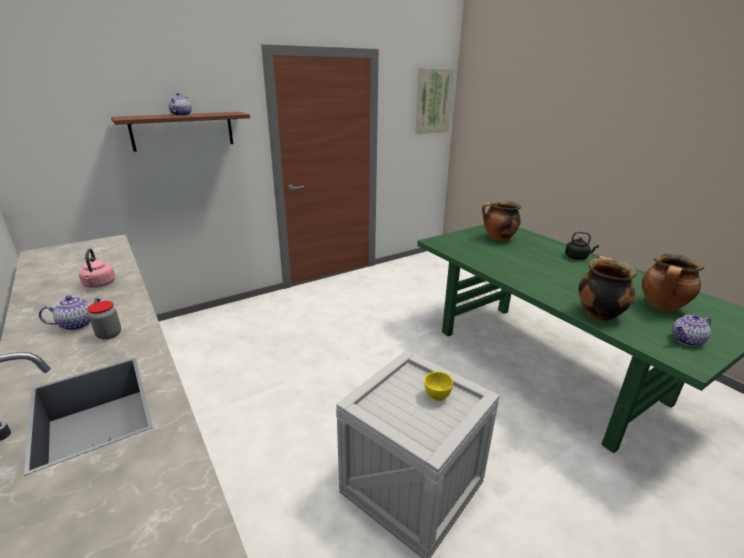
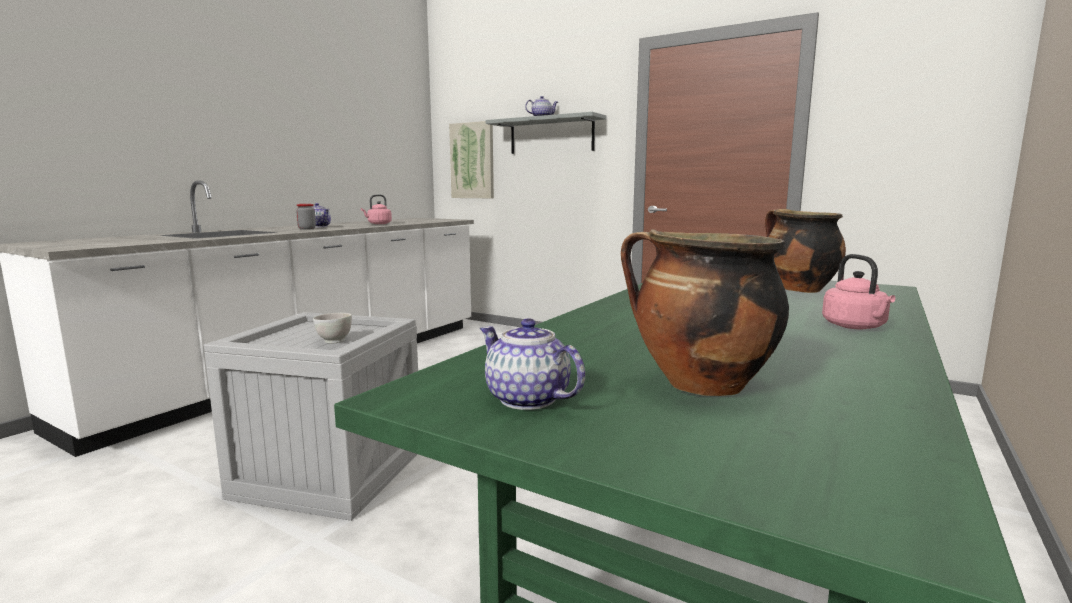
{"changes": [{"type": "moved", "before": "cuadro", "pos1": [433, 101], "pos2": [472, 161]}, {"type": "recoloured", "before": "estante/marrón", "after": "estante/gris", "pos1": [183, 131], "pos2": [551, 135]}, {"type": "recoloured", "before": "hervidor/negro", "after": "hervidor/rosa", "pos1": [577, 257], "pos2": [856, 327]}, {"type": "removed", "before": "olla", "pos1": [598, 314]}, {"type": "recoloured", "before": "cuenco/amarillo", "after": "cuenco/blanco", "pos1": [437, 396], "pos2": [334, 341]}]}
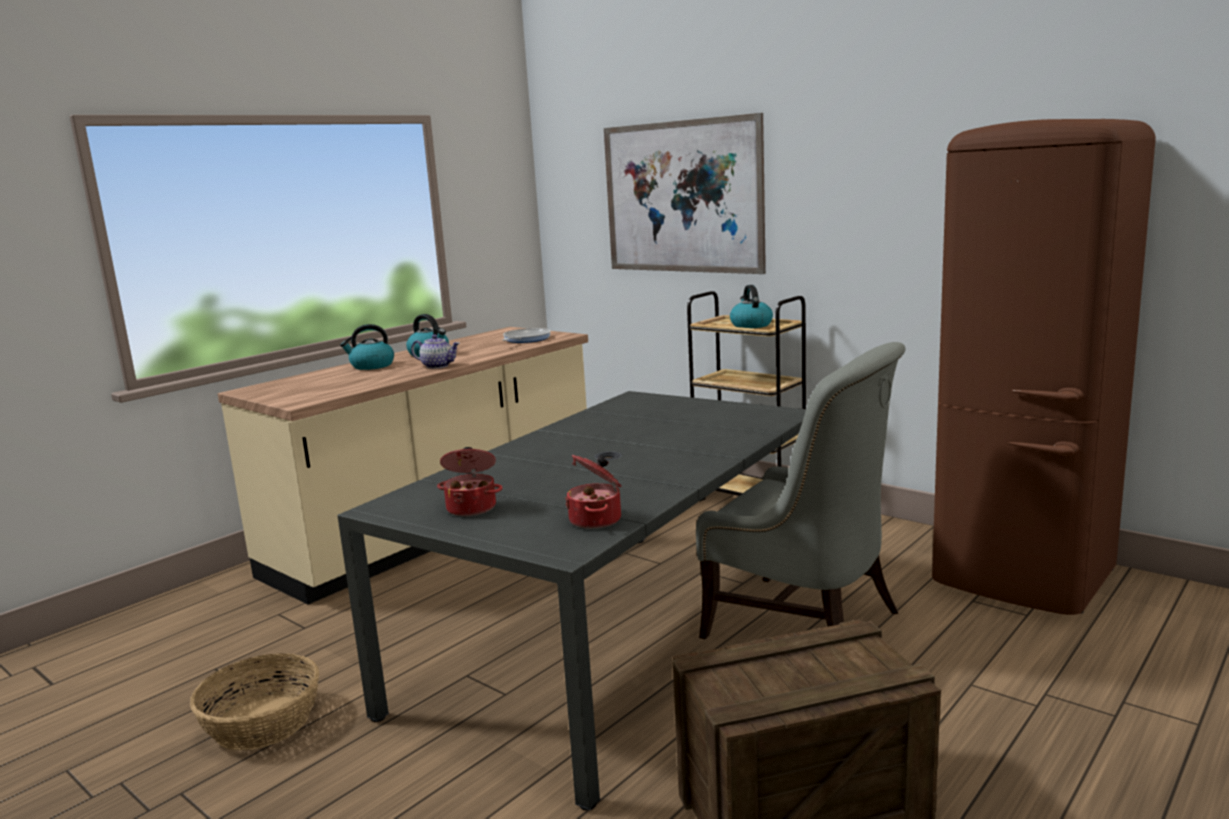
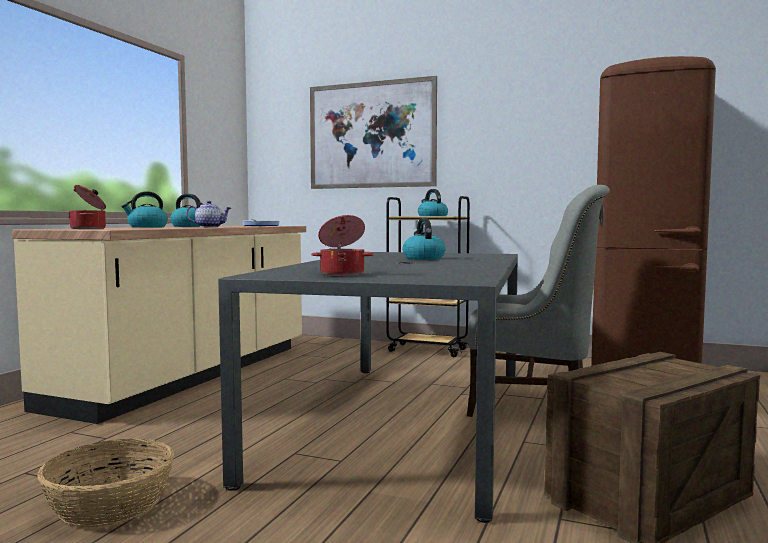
{"changes": [{"type": "moved", "before": "olla", "pos1": [597, 520], "pos2": [89, 228]}, {"type": "added", "after": "hervidor", "pos2": [423, 258]}]}
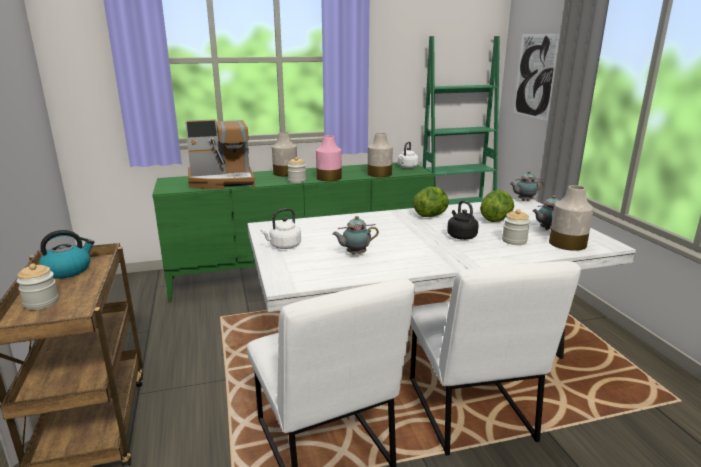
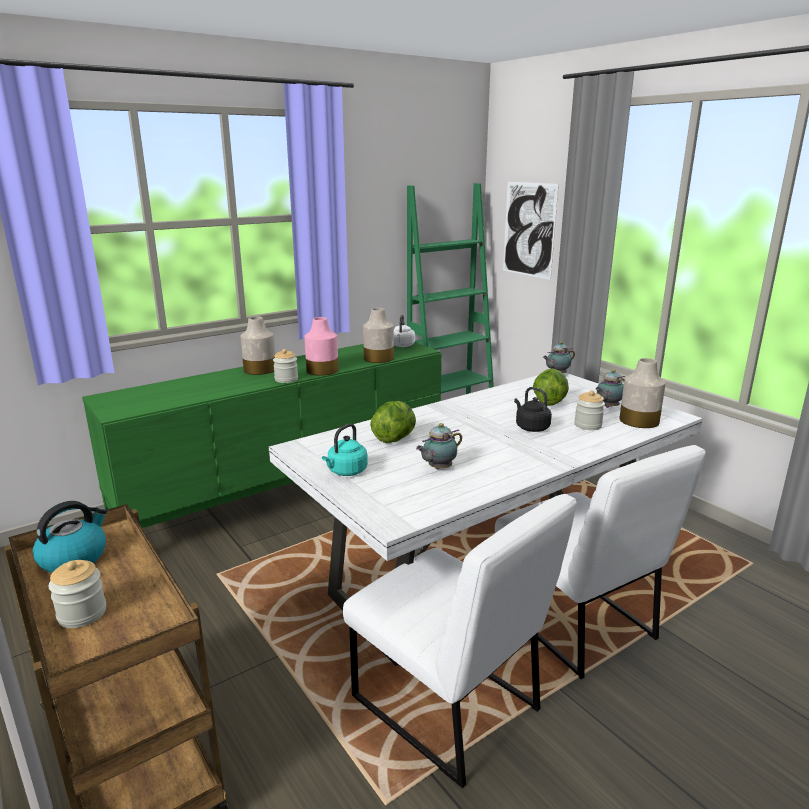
{"changes": [{"type": "removed", "before": "cafetera", "pos1": [222, 181]}, {"type": "moved", "before": "lechuga", "pos1": [431, 215], "pos2": [395, 439]}, {"type": "recoloured", "before": "hervidor/blanco", "after": "hervidor/turquesa", "pos1": [284, 246], "pos2": [346, 472]}]}
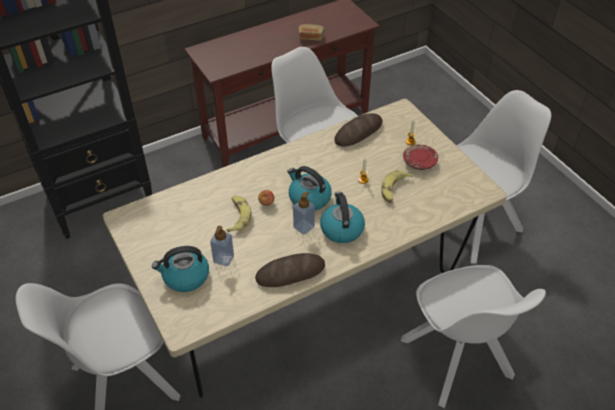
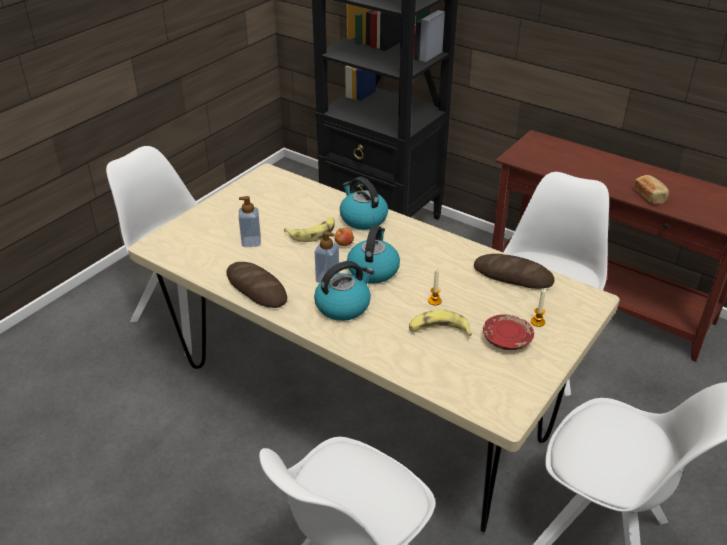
{"changes": [{"type": "moved", "before": "hervidor", "pos1": [185, 277], "pos2": [362, 218]}]}
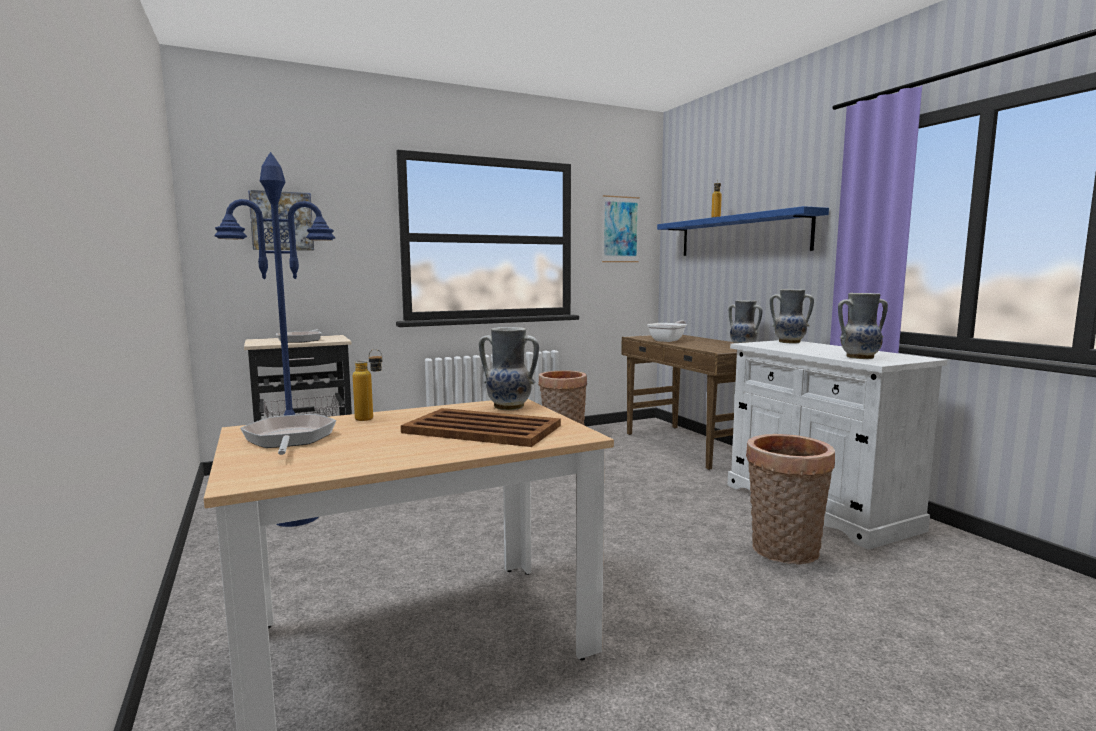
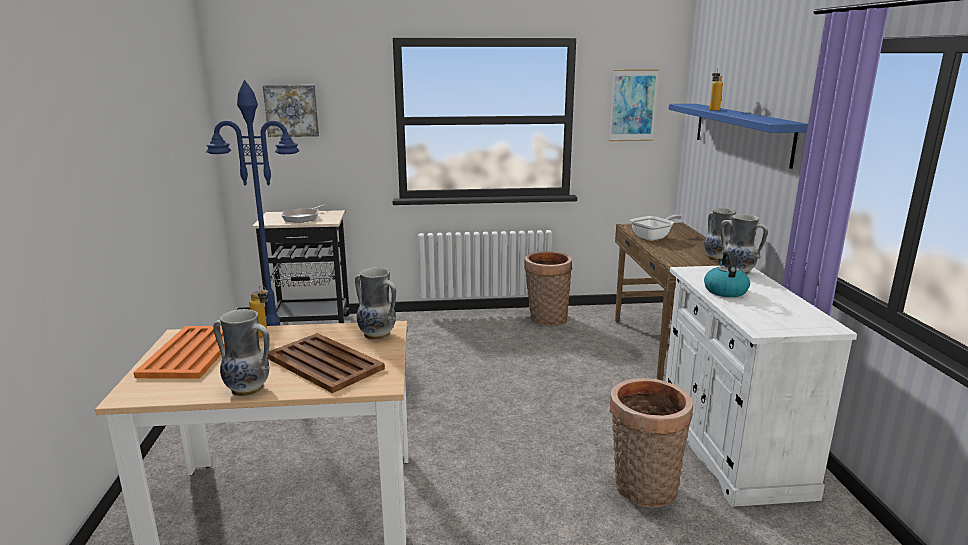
{"changes": [{"type": "moved", "before": "florero", "pos1": [859, 357], "pos2": [248, 388]}, {"type": "replaced", "before": "sartén", "after": "bandeja/naranja", "pos1": [289, 439], "pos2": [191, 353]}, {"type": "added", "after": "hervidor", "pos2": [725, 291]}]}
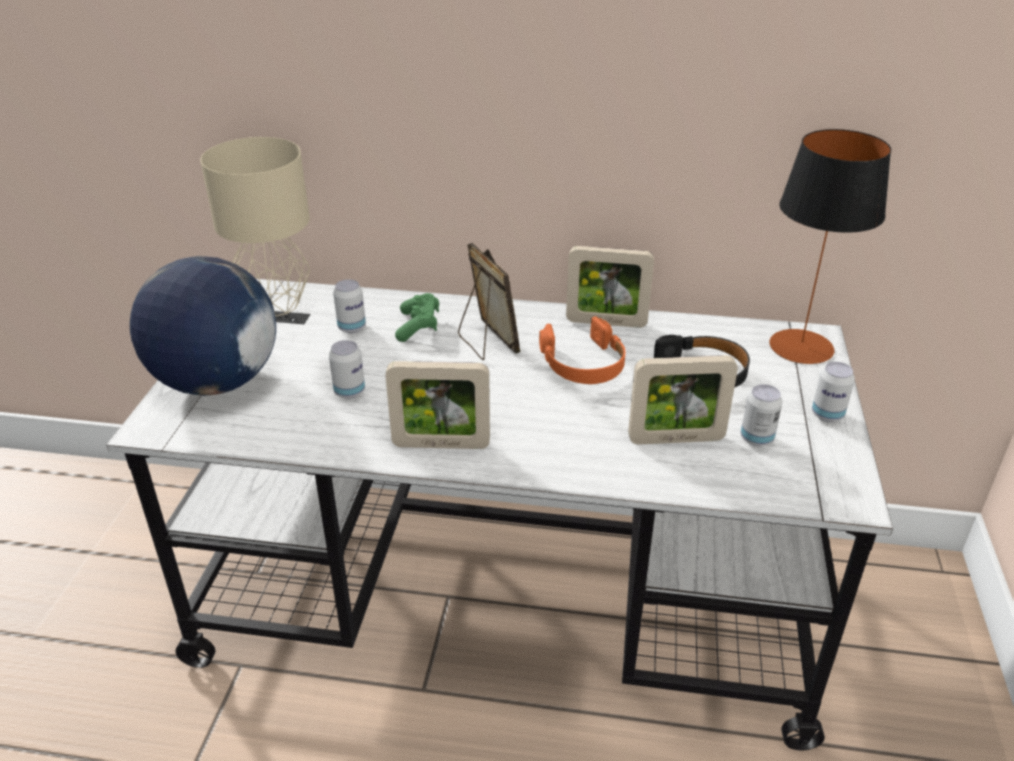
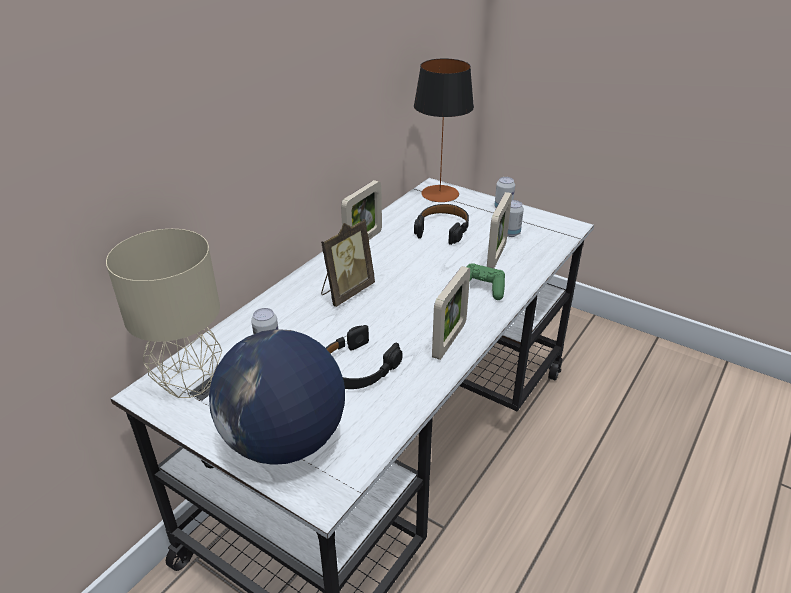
{"changes": [{"type": "turned", "before": "portarretratos", "pos1": [486, 343], "pos2": [346, 292], "turn": 135}, {"type": "moved", "before": "mando de consola/verde", "pos1": [418, 326], "pos2": [482, 288]}, {"type": "removed", "before": "auriculares/naranja", "pos1": [583, 363]}, {"type": "replaced", "before": "lata", "after": "auriculares/negro", "pos1": [349, 392], "pos2": [357, 368]}]}
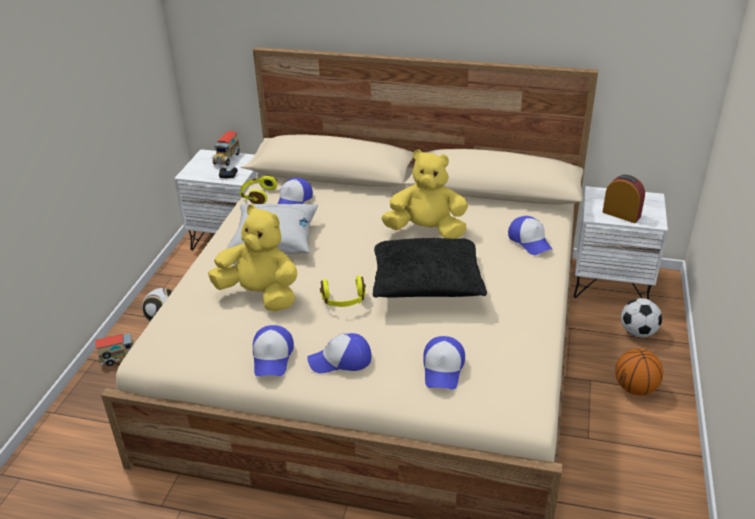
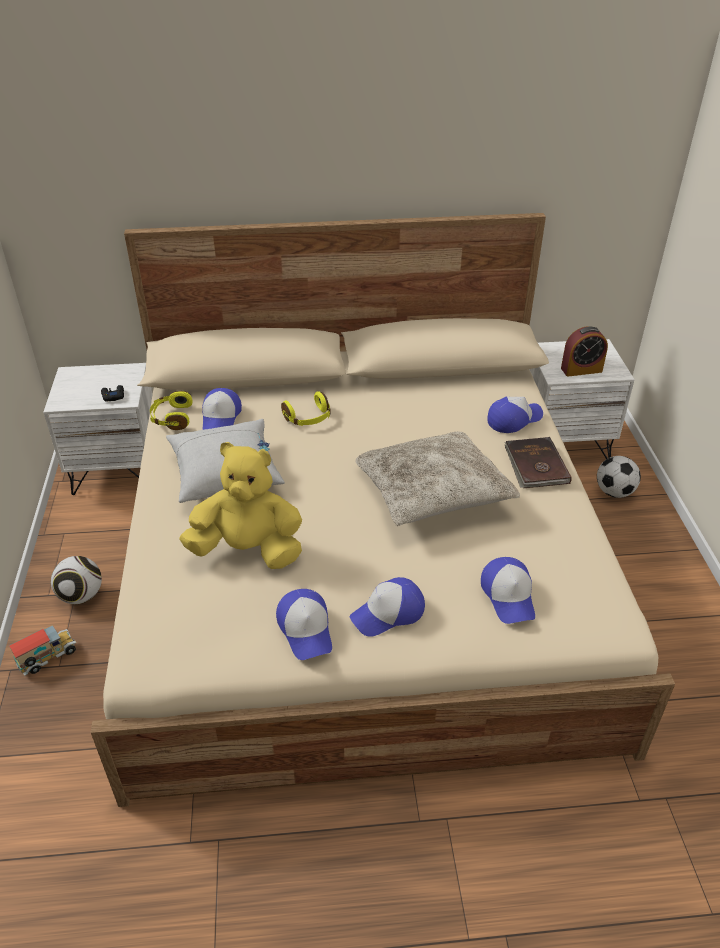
{"changes": [{"type": "removed", "before": "camión de juguete", "pos1": [226, 159]}, {"type": "removed", "before": "peluche/amarillo", "pos1": [426, 231]}, {"type": "turned", "before": "despertador", "pos1": [621, 214], "pos2": [581, 370], "turn": 150}, {"type": "turned", "before": "gorra", "pos1": [530, 241], "pos2": [514, 419], "turn": -75}, {"type": "recoloured", "before": "cojín/negro", "after": "cojín/beis", "pos1": [427, 283], "pos2": [432, 493]}, {"type": "moved", "before": "auriculares/amarillo", "pos1": [343, 300], "pos2": [308, 418]}, {"type": "removed", "before": "balón de baloncesto", "pos1": [635, 388]}, {"type": "added", "after": "libro/marrón", "pos2": [535, 466]}]}
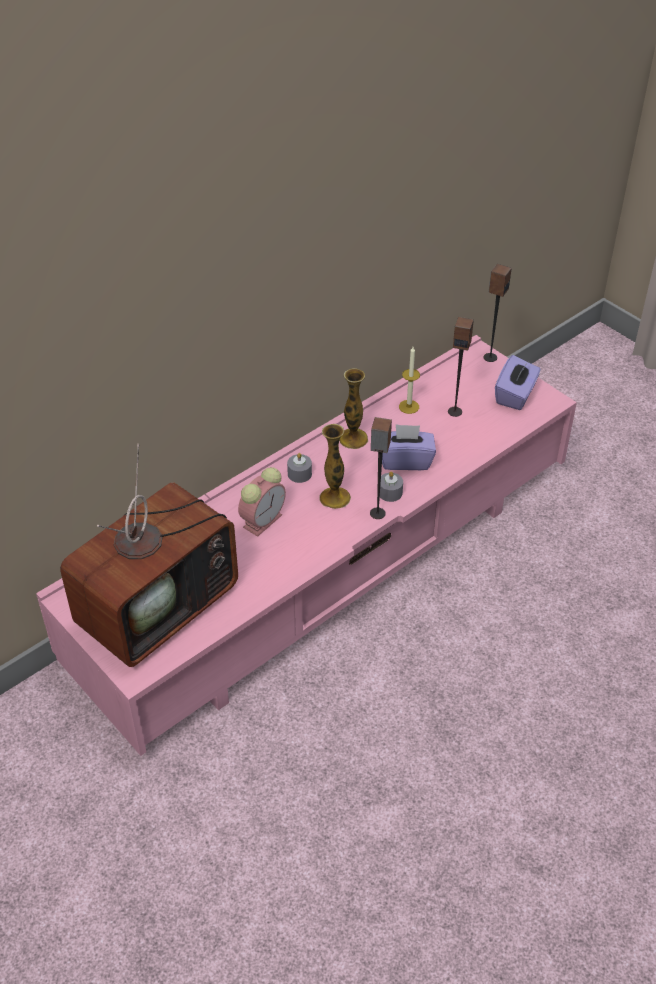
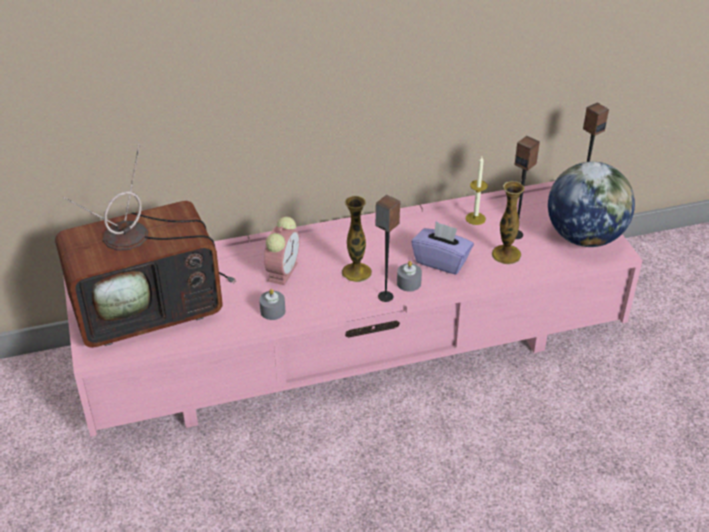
{"changes": [{"type": "replaced", "before": "caja de pañuelos/morado", "after": "globo terráqueo", "pos1": [515, 395], "pos2": [584, 237]}, {"type": "moved", "before": "florero", "pos1": [353, 438], "pos2": [506, 254]}, {"type": "moved", "before": "vela/gris", "pos1": [299, 474], "pos2": [272, 311]}, {"type": "turned", "before": "despertador", "pos1": [263, 520], "pos2": [282, 270], "turn": -45}]}
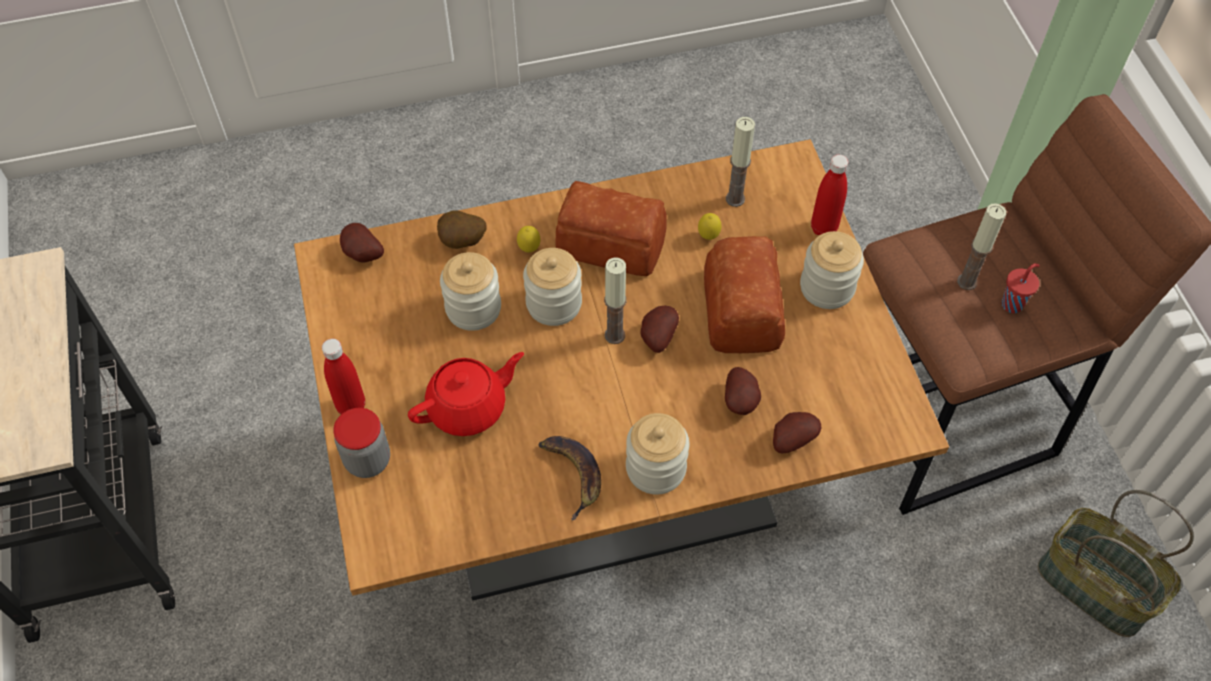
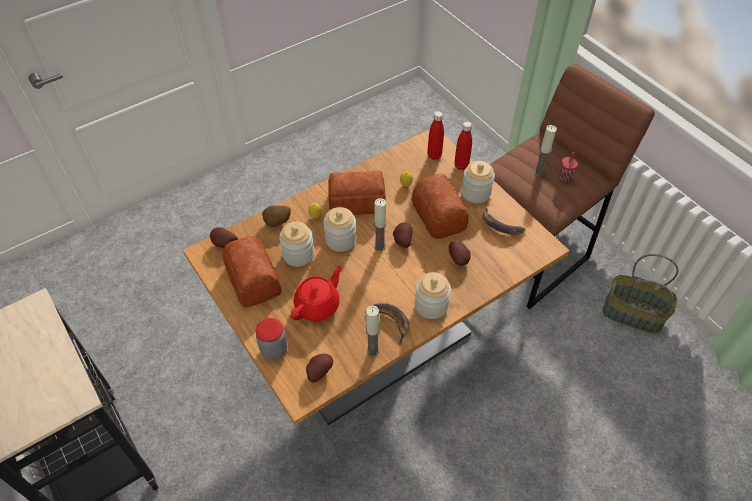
{"changes": [{"type": "moved", "before": "vela", "pos1": [735, 199], "pos2": [372, 350]}, {"type": "moved", "before": "botella/rojo", "pos1": [351, 406], "pos2": [434, 155]}, {"type": "moved", "before": "patata", "pos1": [791, 439], "pos2": [318, 371]}, {"type": "added", "after": "plátano", "pos2": [500, 226]}, {"type": "added", "after": "pan", "pos2": [252, 280]}]}
